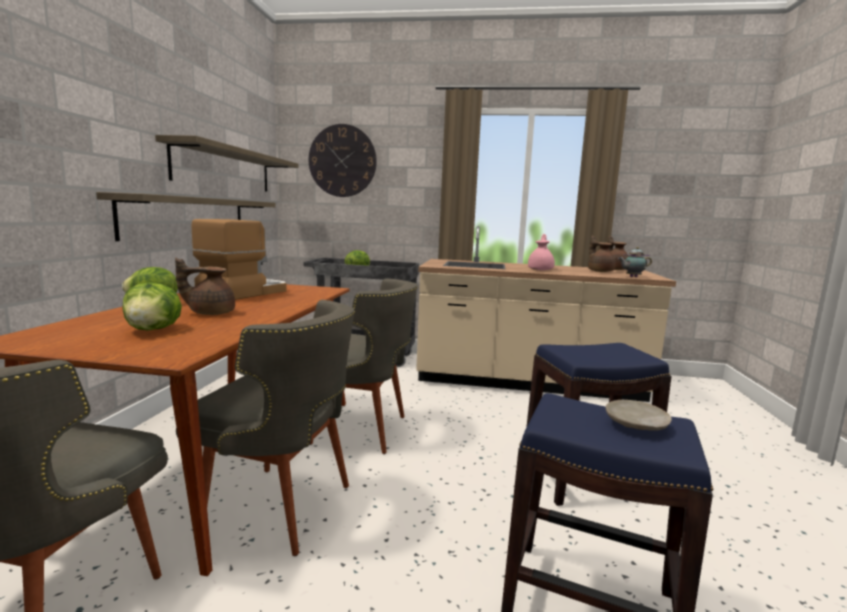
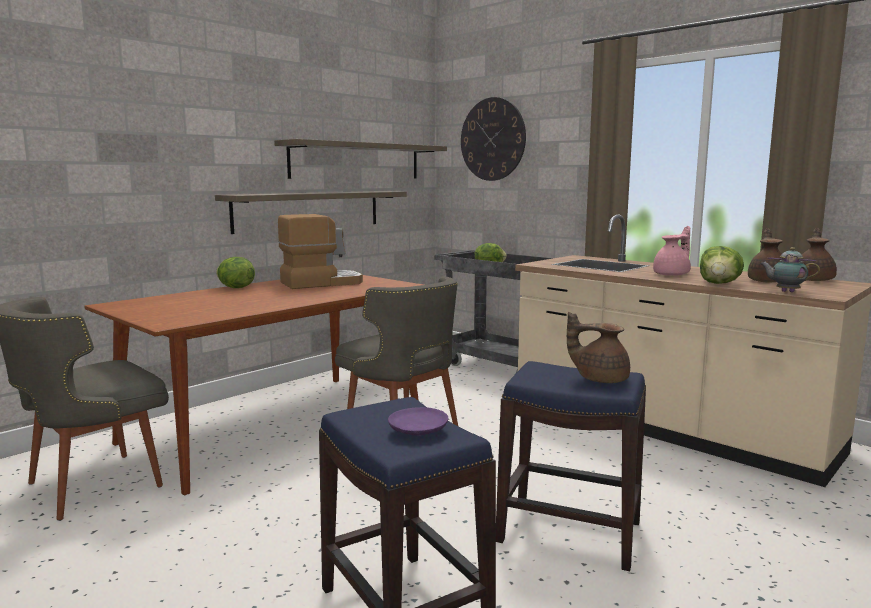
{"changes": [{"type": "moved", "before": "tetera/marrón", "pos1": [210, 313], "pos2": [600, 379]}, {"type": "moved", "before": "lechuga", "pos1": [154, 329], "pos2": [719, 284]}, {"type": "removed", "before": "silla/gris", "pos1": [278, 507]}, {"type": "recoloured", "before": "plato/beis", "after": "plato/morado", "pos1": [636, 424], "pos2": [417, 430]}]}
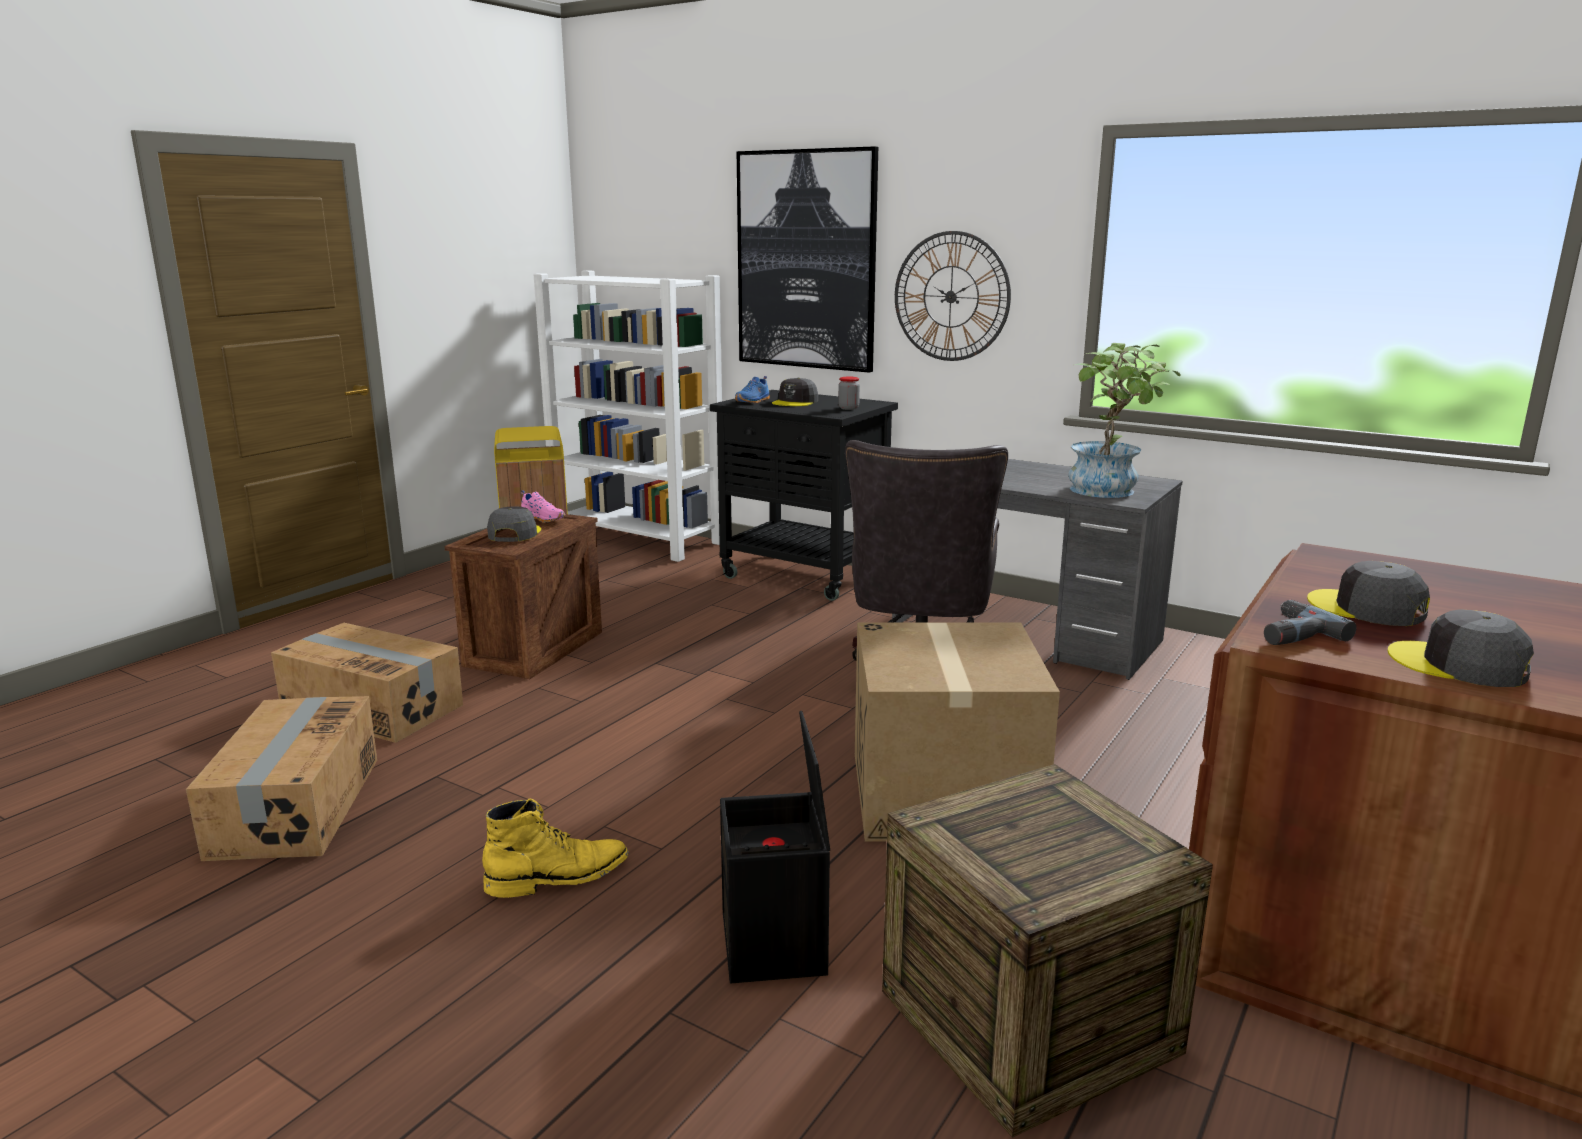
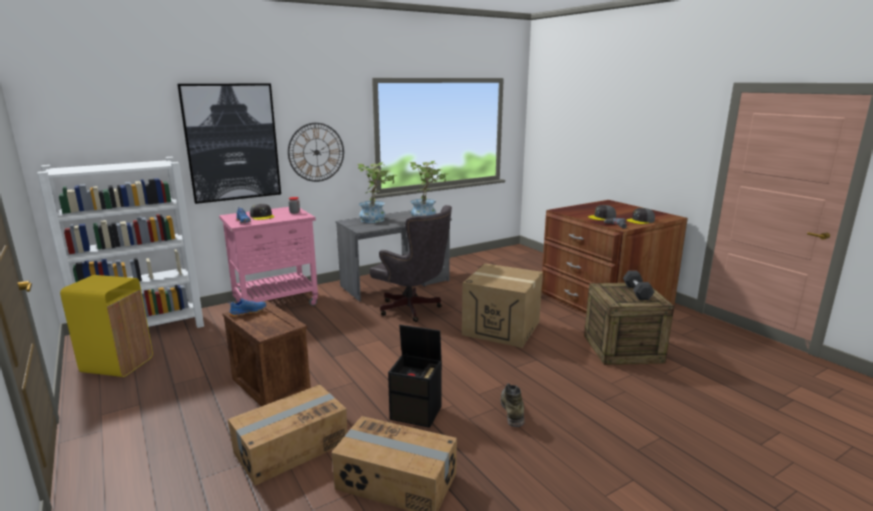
{"changes": [{"type": "recoloured", "before": "carrito/negro", "after": "carrito/rosa", "pos1": [805, 576], "pos2": [276, 304]}, {"type": "recoloured", "before": "zapato/rosa", "after": "zapato/azul", "pos1": [543, 519], "pos2": [248, 312]}, {"type": "removed", "before": "gorra/gris", "pos1": [514, 533]}, {"type": "moved", "before": "caja de almacenaje/negro", "pos1": [775, 945], "pos2": [417, 412]}, {"type": "recoloured", "before": "bota/amarillo", "after": "bota/verde", "pos1": [559, 877], "pos2": [512, 410]}, {"type": "added", "after": "planta en maceta", "pos2": [376, 219]}, {"type": "added", "after": "mancuerna/gris", "pos2": [637, 292]}]}
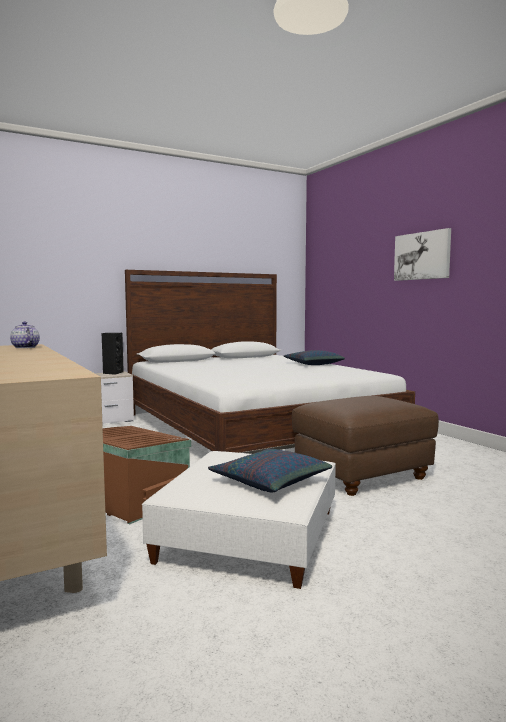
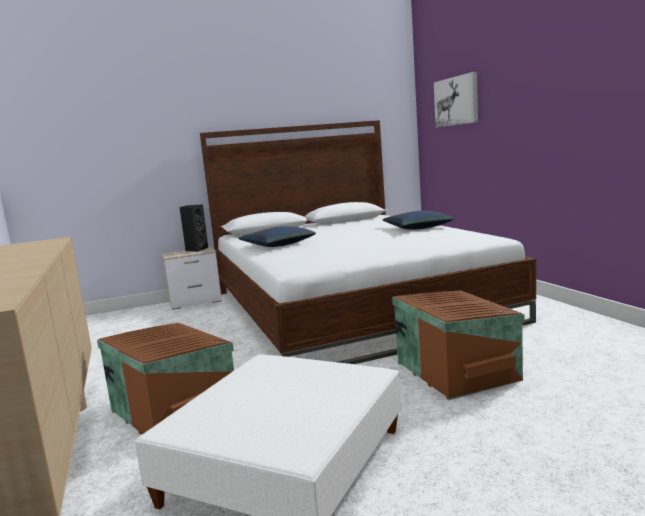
{"changes": [{"type": "moved", "before": "cuadro", "pos1": [422, 256], "pos2": [456, 101]}, {"type": "removed", "before": "tetera", "pos1": [25, 347]}, {"type": "replaced", "before": "puf/marrón", "after": "caja de almacenaje/marrón", "pos1": [362, 474], "pos2": [457, 370]}, {"type": "moved", "before": "cojín/azul", "pos1": [270, 481], "pos2": [277, 245]}]}
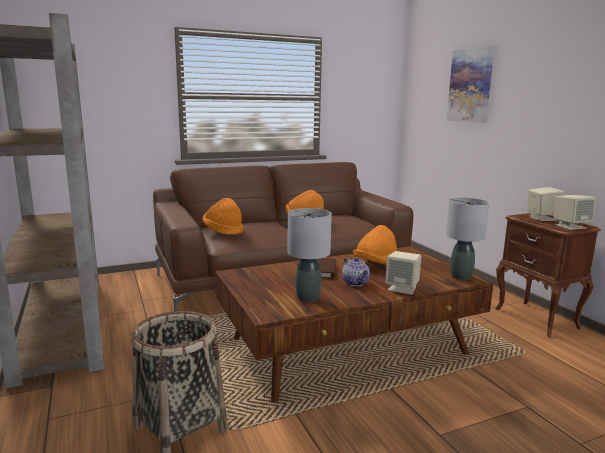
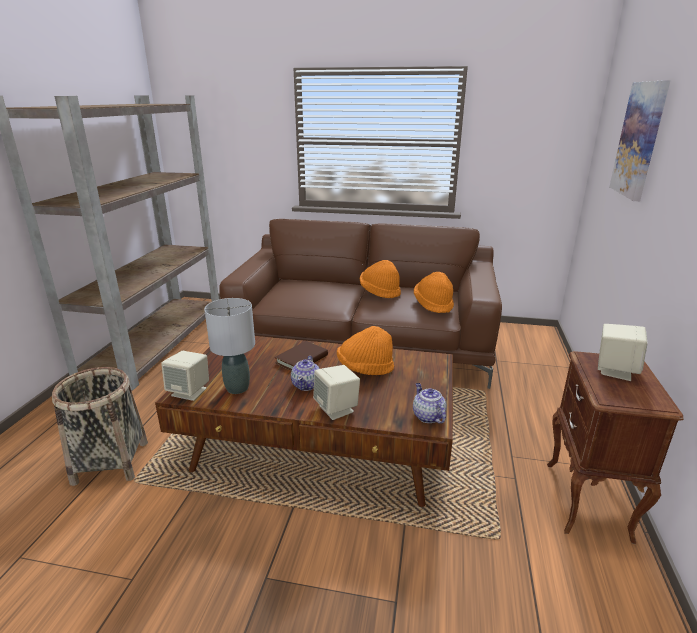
{"changes": [{"type": "moved", "before": "altavoz/beis", "pos1": [570, 226], "pos2": [189, 392]}, {"type": "moved", "before": "sombrero/naranja", "pos1": [223, 230], "pos2": [433, 304]}, {"type": "replaced", "before": "lámpara de mesa/gris", "after": "tetera", "pos1": [460, 277], "pos2": [427, 416]}]}
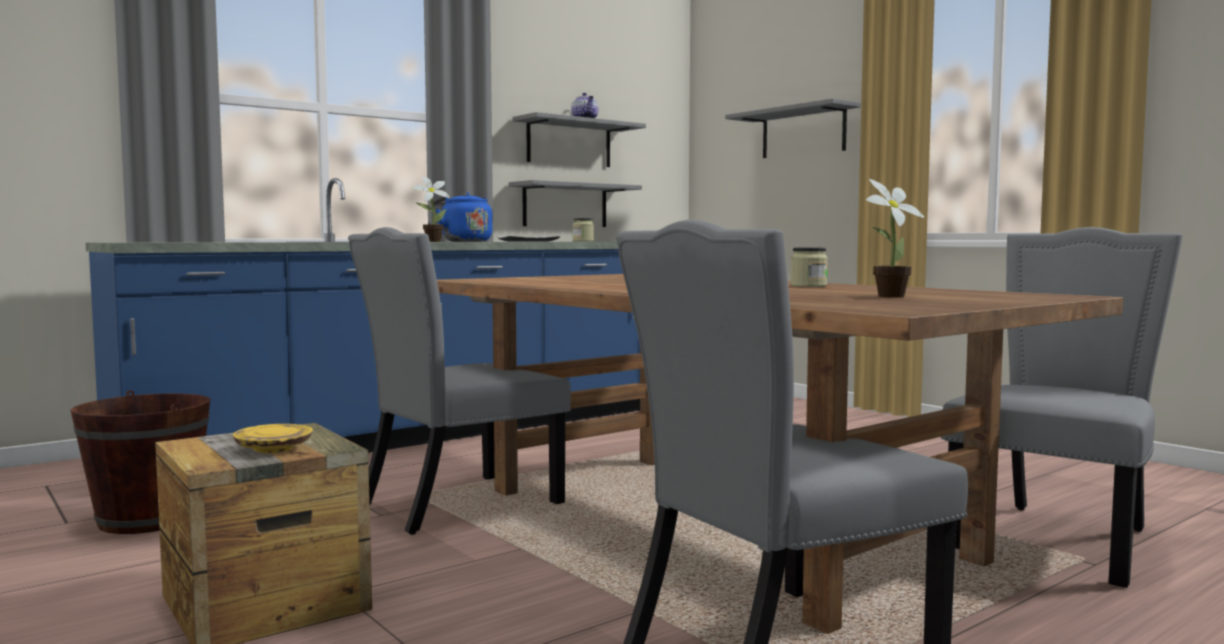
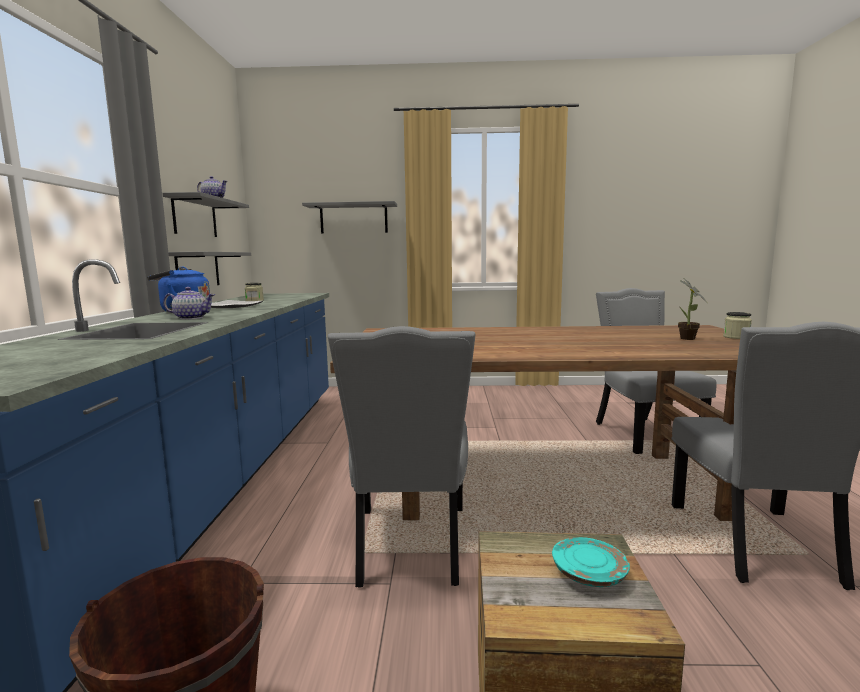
{"changes": [{"type": "replaced", "before": "planta en maceta", "after": "tetera", "pos1": [430, 241], "pos2": [191, 318]}, {"type": "moved", "before": "tarro", "pos1": [808, 286], "pos2": [736, 337]}, {"type": "recoloured", "before": "plato/amarillo", "after": "plato/turquesa", "pos1": [274, 449], "pos2": [589, 573]}]}
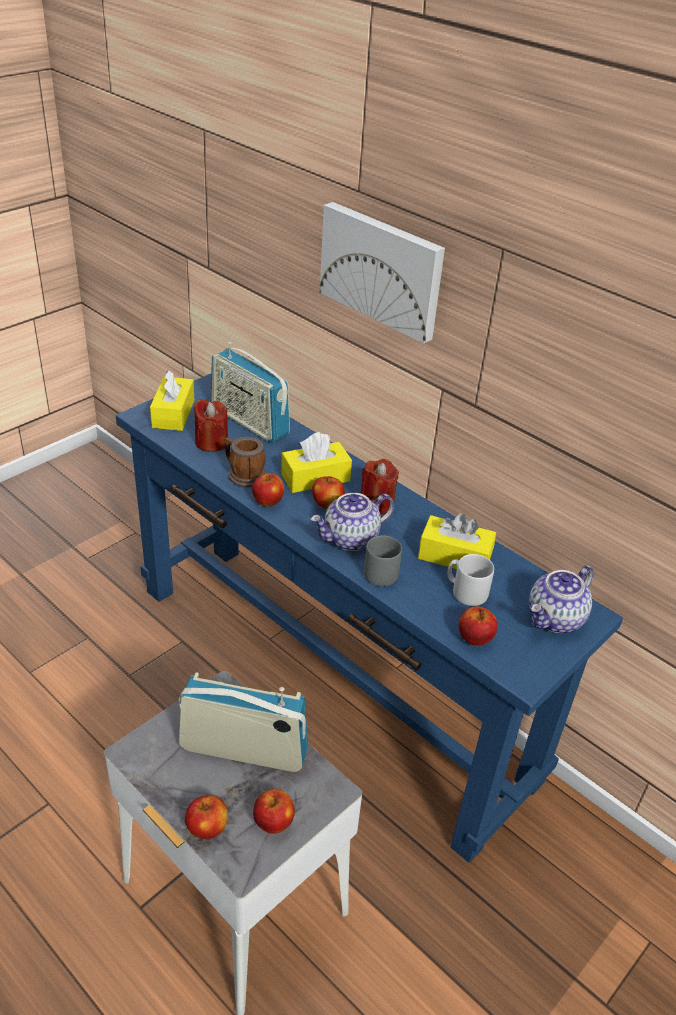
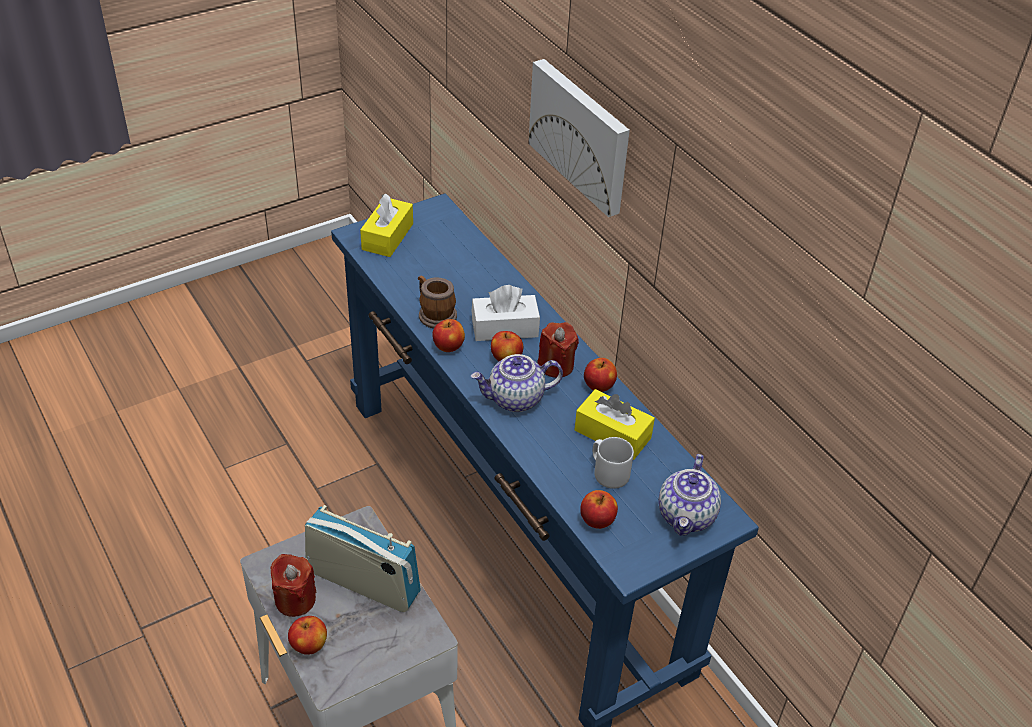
{"changes": [{"type": "removed", "before": "radio", "pos1": [249, 422]}, {"type": "moved", "before": "vela/rojo", "pos1": [211, 442], "pos2": [295, 600]}, {"type": "recoloured", "before": "caja de pañuelos/amarillo", "after": "caja de pañuelos/blanco", "pos1": [315, 478], "pos2": [505, 328]}, {"type": "removed", "before": "taza grande/gris", "pos1": [381, 571]}, {"type": "turned", "before": "tetera", "pos1": [555, 619], "pos2": [687, 516], "turn": -45}, {"type": "moved", "before": "manzana", "pos1": [273, 822], "pos2": [598, 386]}]}
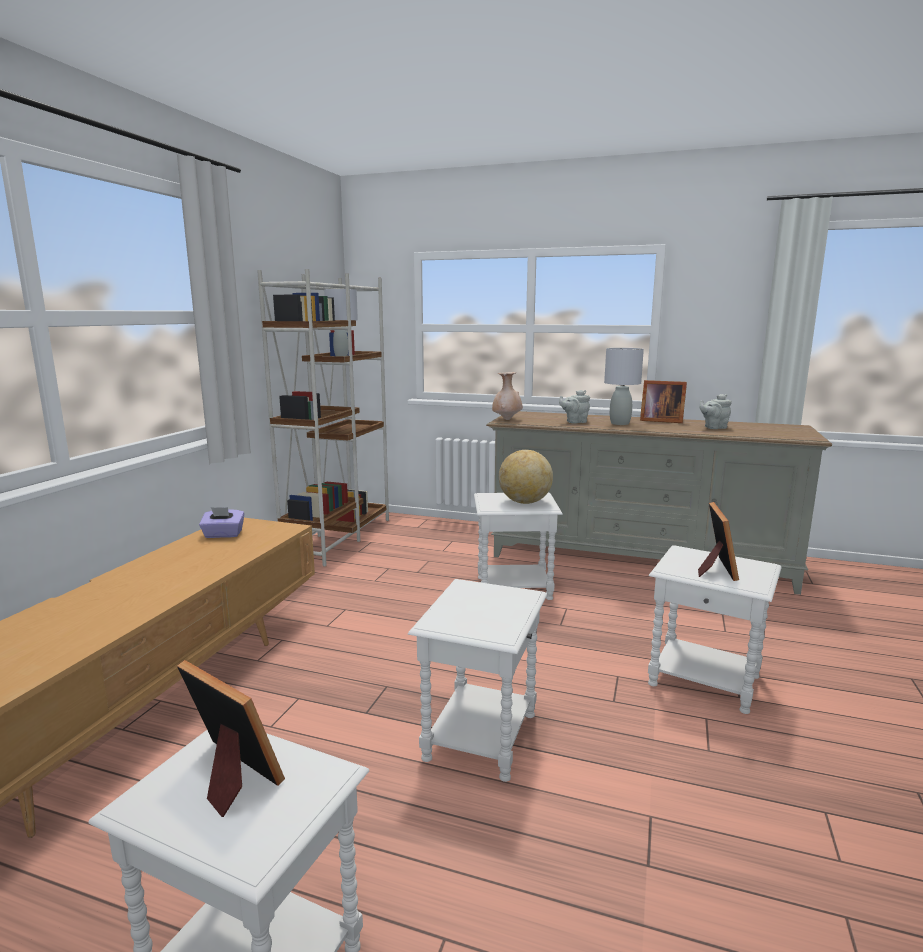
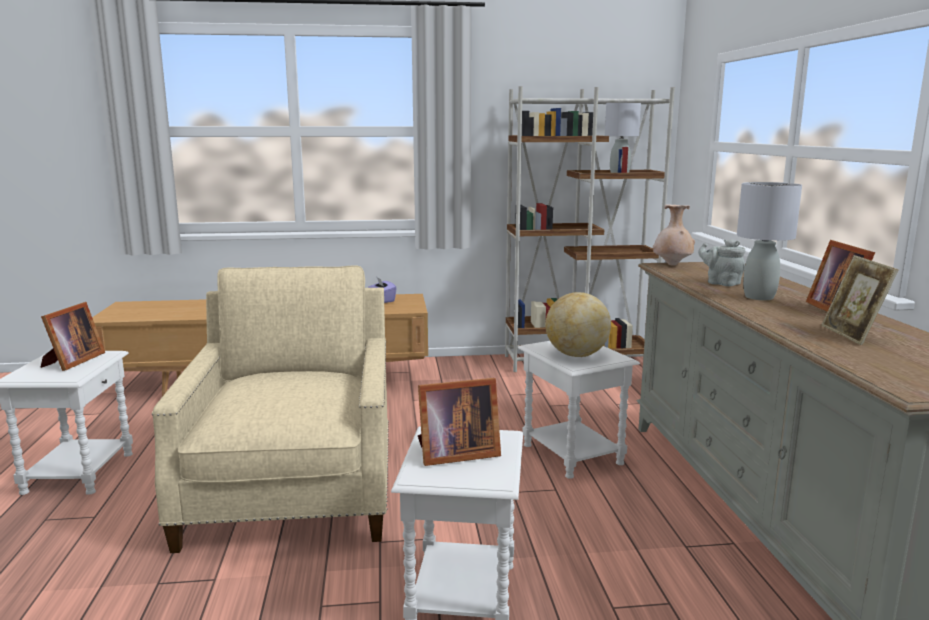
{"changes": [{"type": "replaced", "before": "tetera/gris", "after": "portarretratos", "pos1": [714, 427], "pos2": [852, 335]}, {"type": "replaced", "before": "mesa auxiliar/blanco", "after": "sillón/beis", "pos1": [478, 735], "pos2": [294, 488]}]}
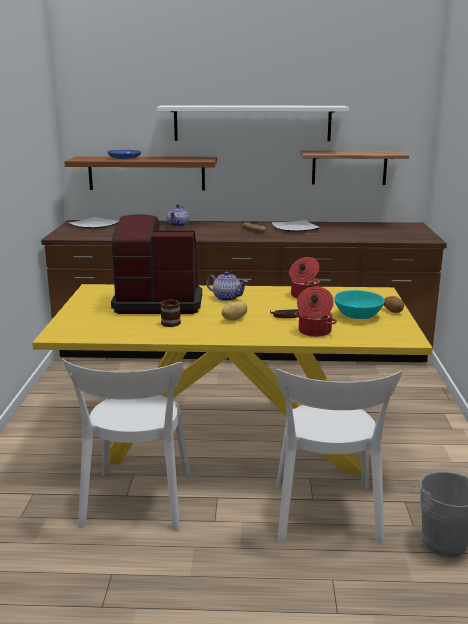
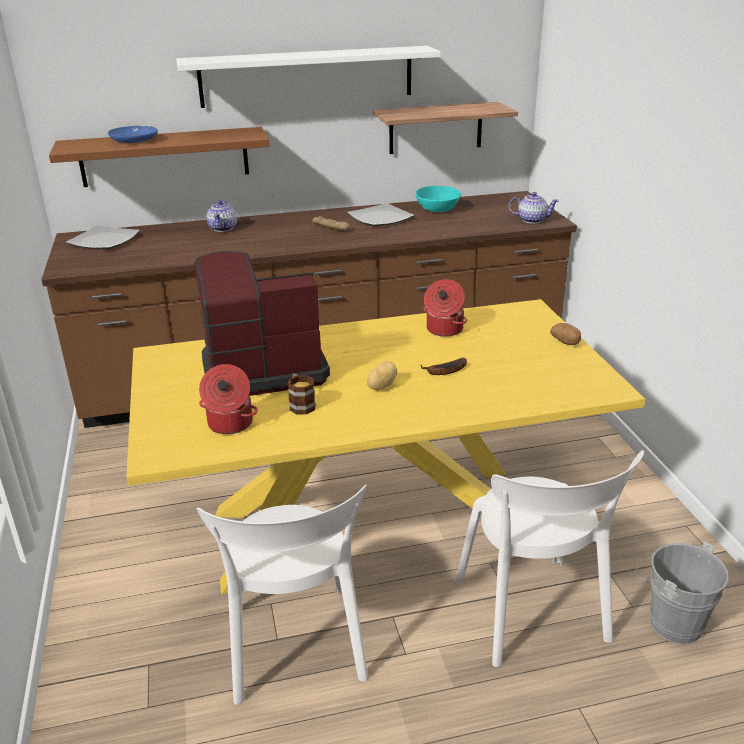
{"changes": [{"type": "moved", "before": "tetera", "pos1": [226, 298], "pos2": [531, 220]}, {"type": "moved", "before": "olla", "pos1": [314, 332], "pos2": [229, 424]}, {"type": "moved", "before": "cuenco/turquesa", "pos1": [358, 316], "pos2": [438, 209]}]}
